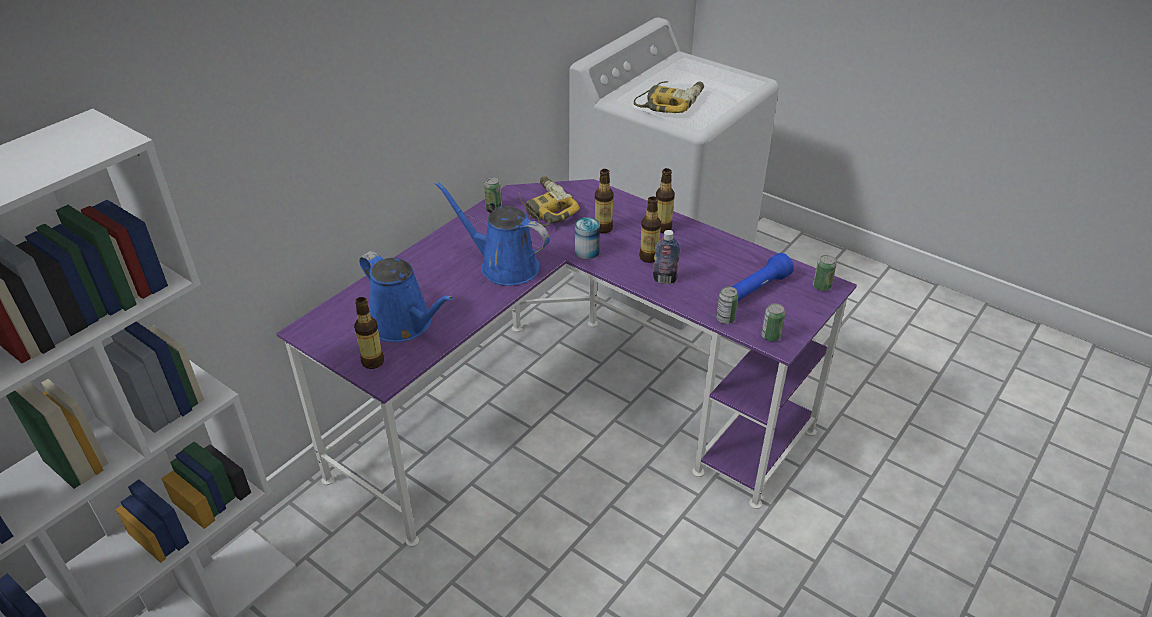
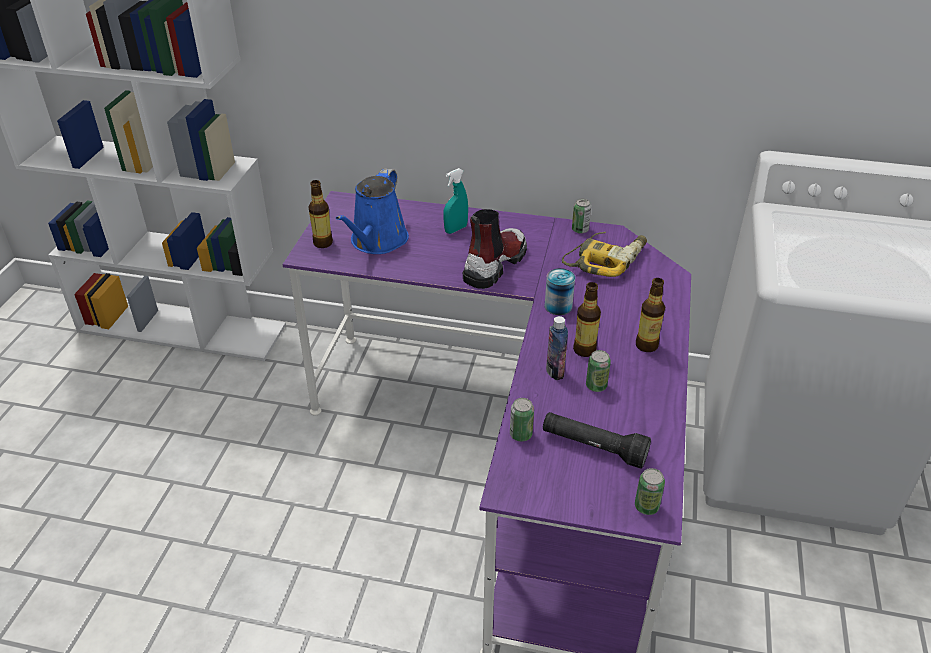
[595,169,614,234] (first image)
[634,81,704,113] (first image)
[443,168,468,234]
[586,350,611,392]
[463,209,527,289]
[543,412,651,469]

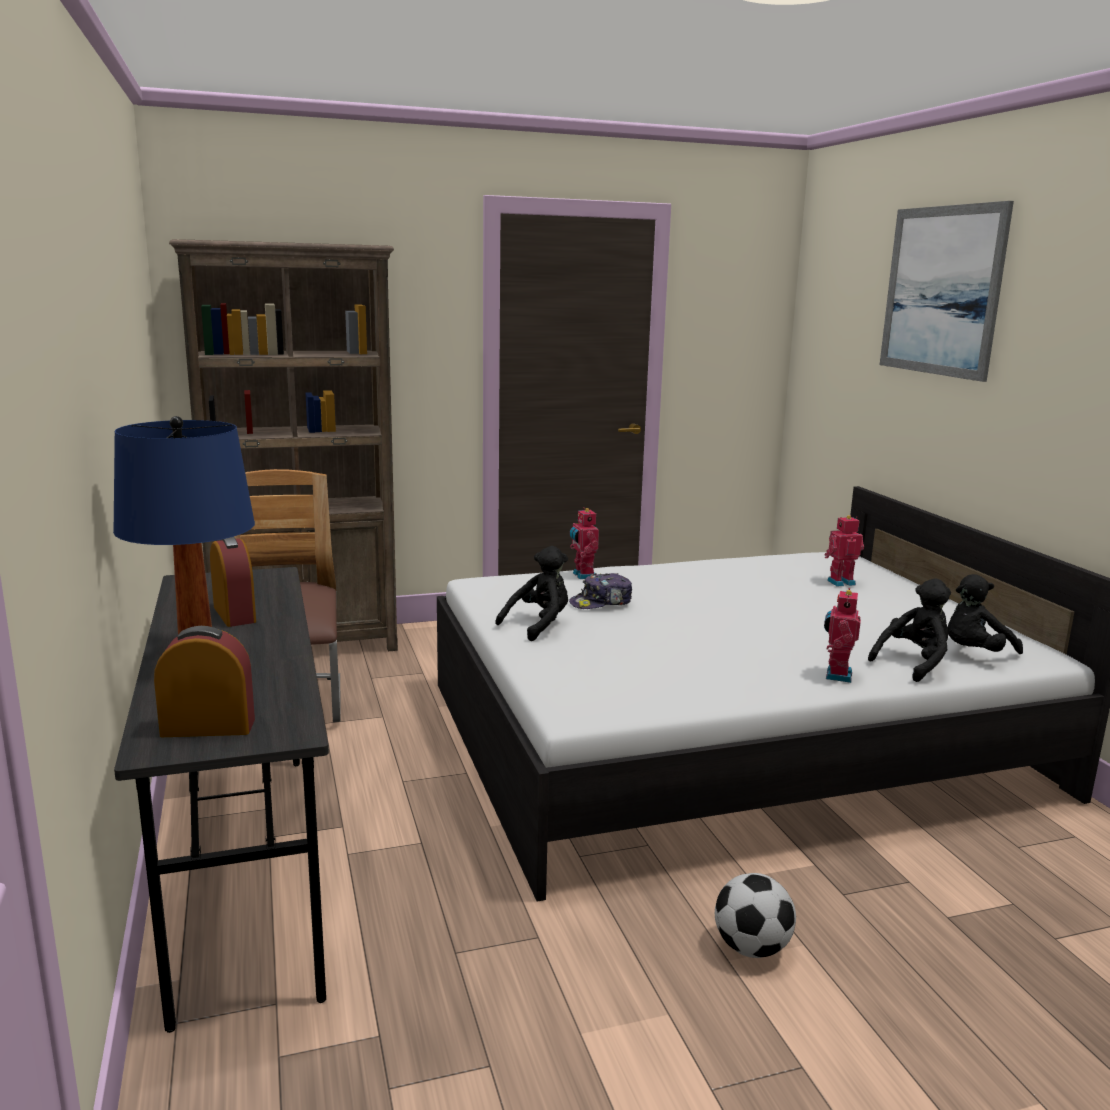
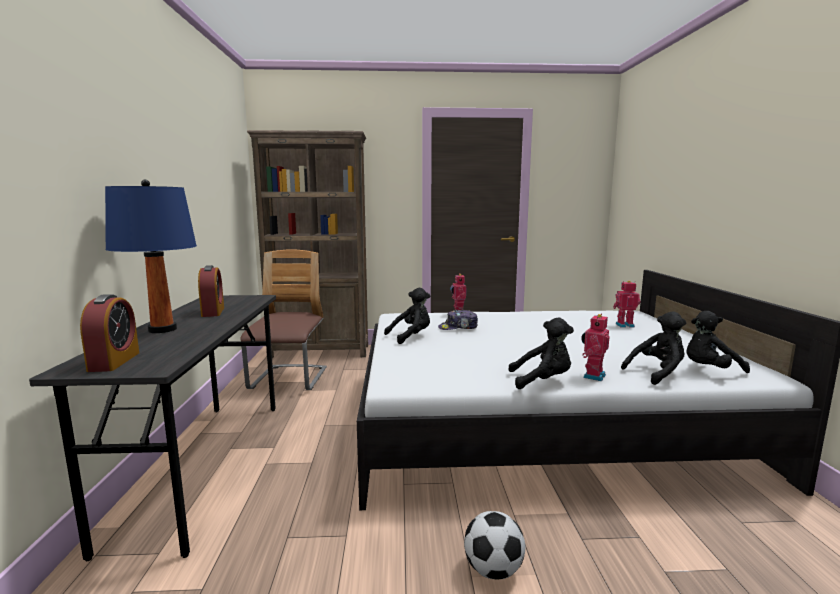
[880,201,1014,382] (first image)
[508,318,574,389]
[80,294,139,372]

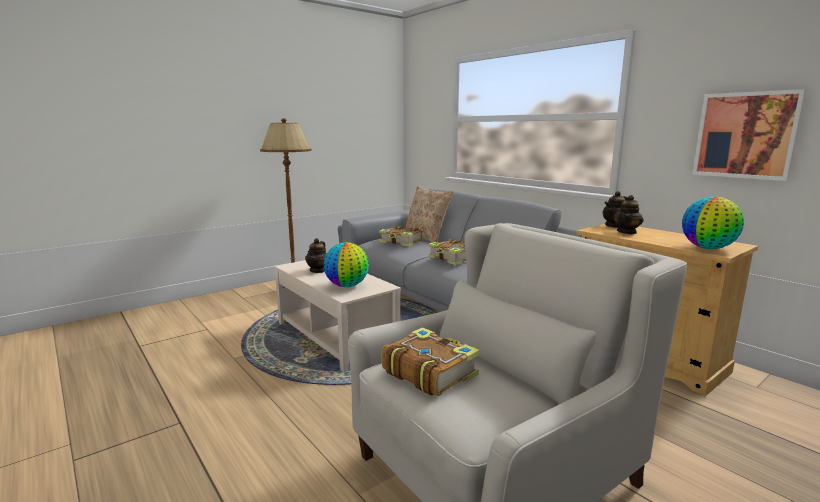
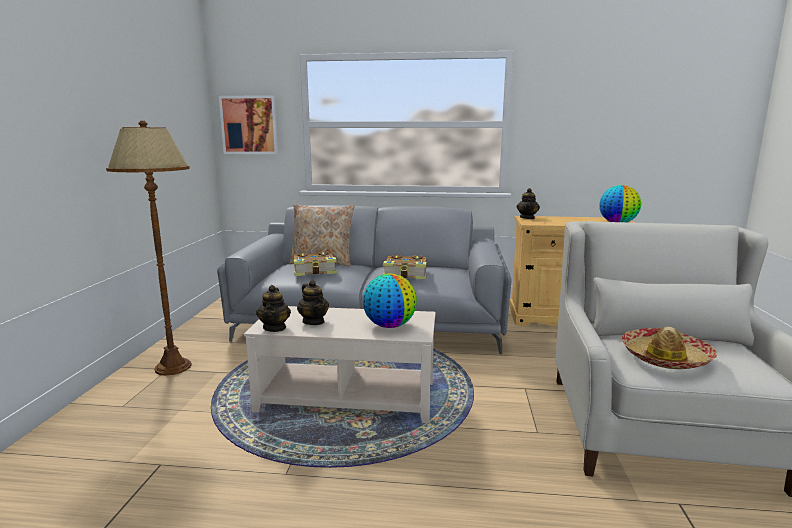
[256,285,291,332]
[219,95,278,154]
[622,327,717,369]

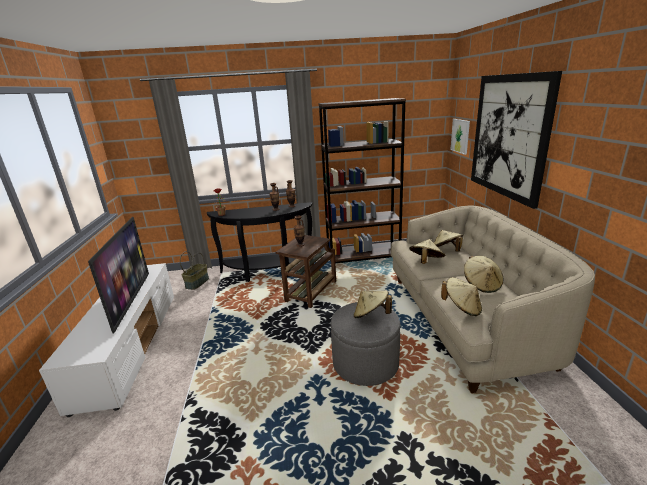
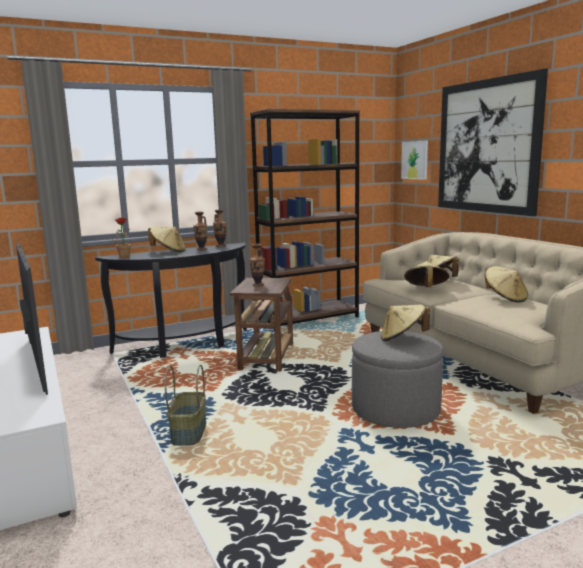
[165,364,206,446]
[148,226,186,252]

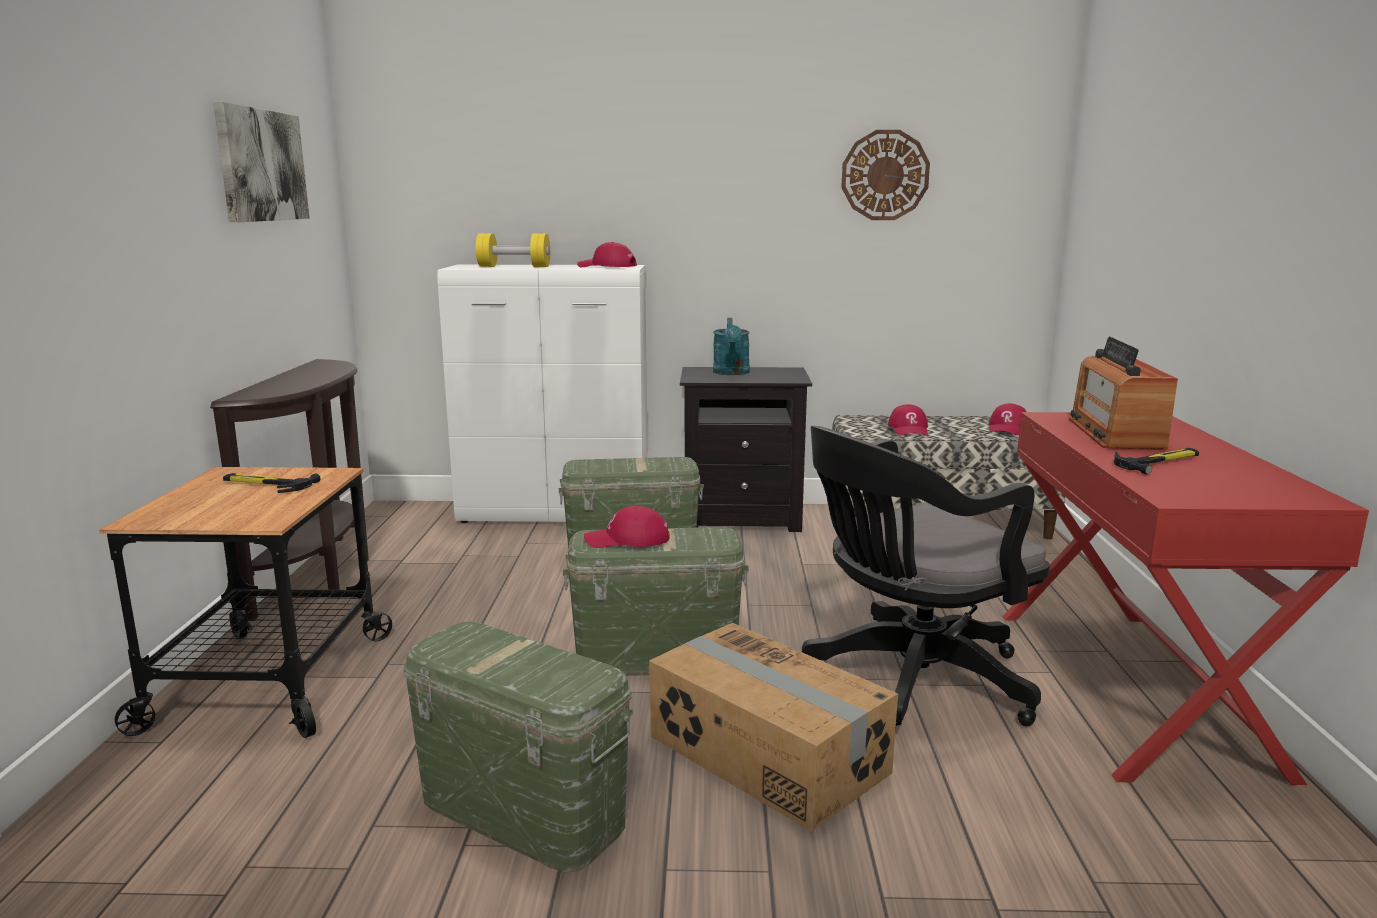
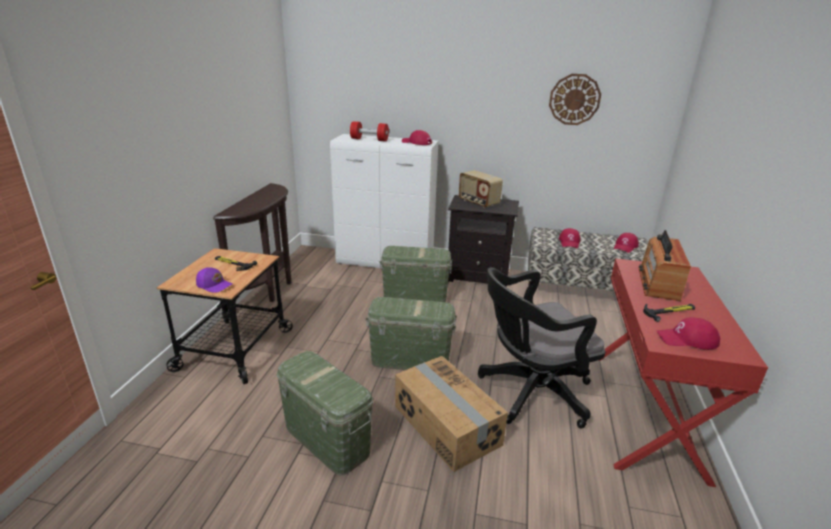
[213,102,310,222] (first image)
[196,267,232,293]
[657,317,720,350]
[459,170,503,208]
[350,121,389,141]

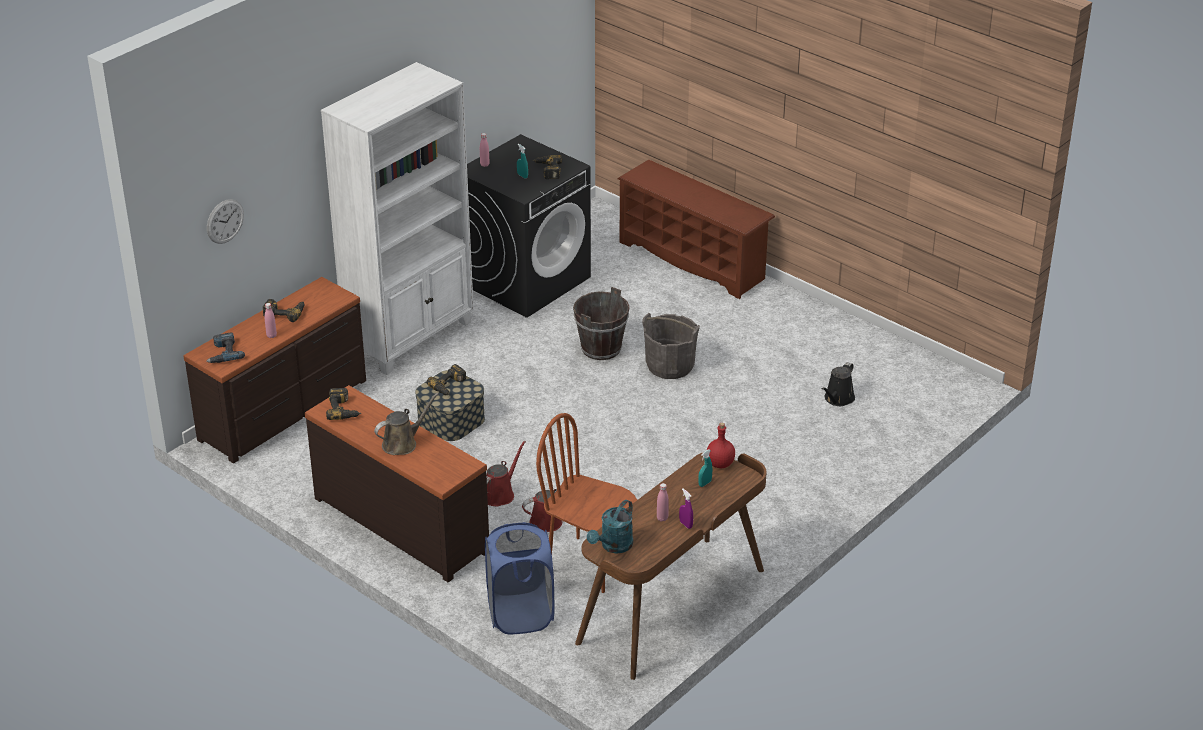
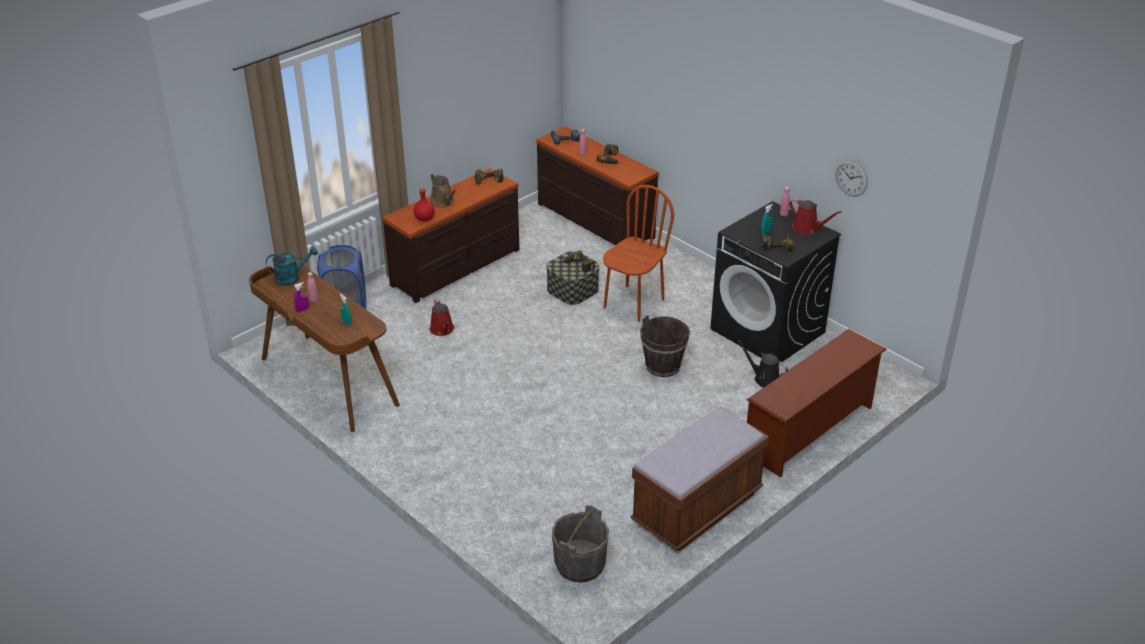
[321,62,474,375] (first image)
[630,407,769,551]
[835,160,868,197]
[789,198,842,235]
[603,185,674,322]
[552,505,609,583]
[414,187,435,221]
[738,340,788,388]
[266,246,318,286]

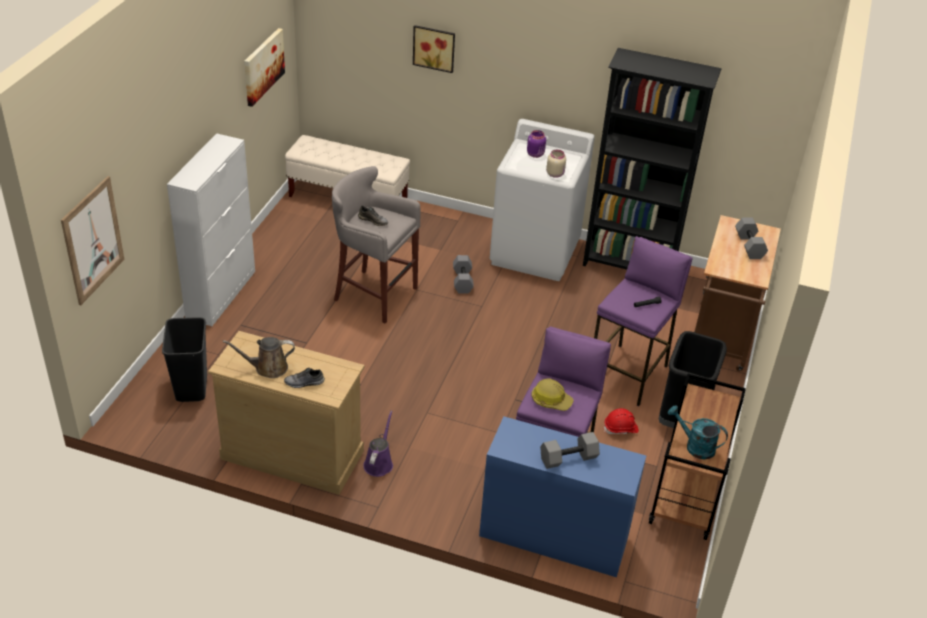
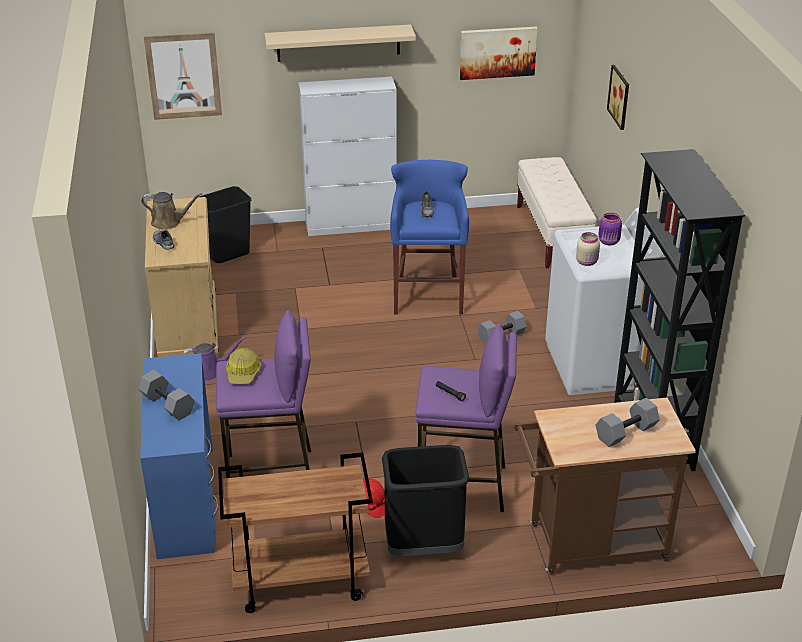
[668,405,728,459] (first image)
[264,24,416,62]
[390,160,469,315]
[141,192,202,230]

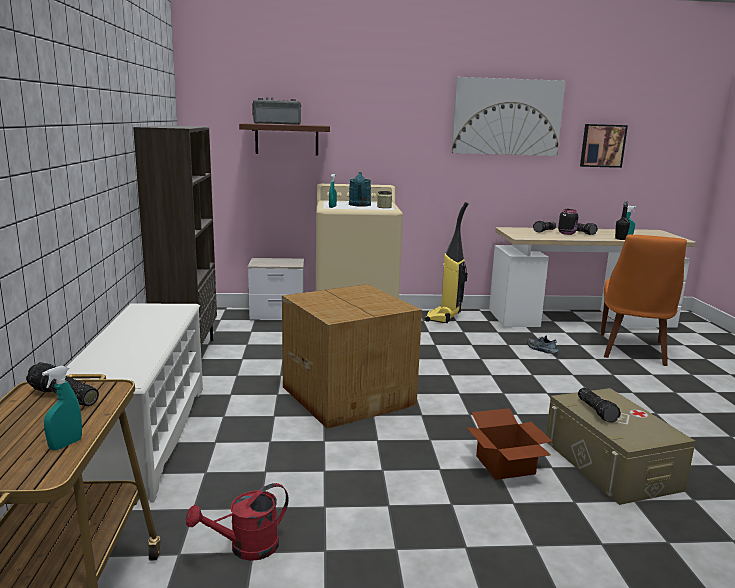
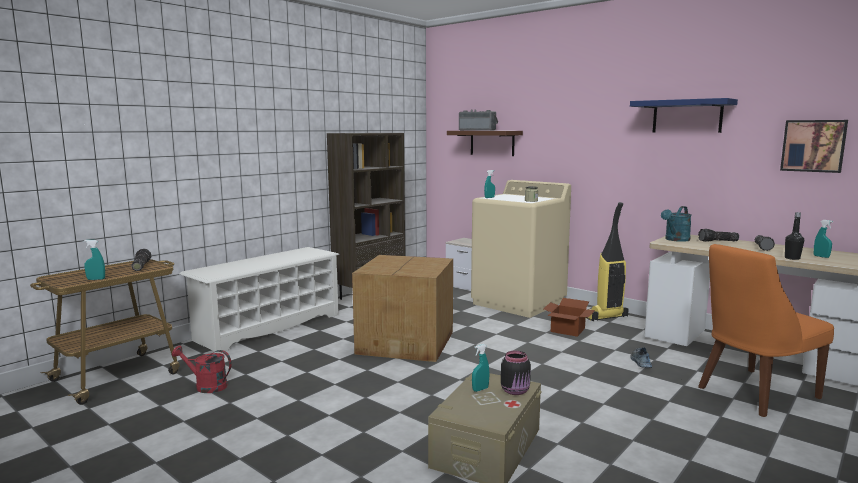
[661,206,692,242]
[543,298,595,337]
[501,351,531,395]
[630,98,738,133]
[472,344,489,392]

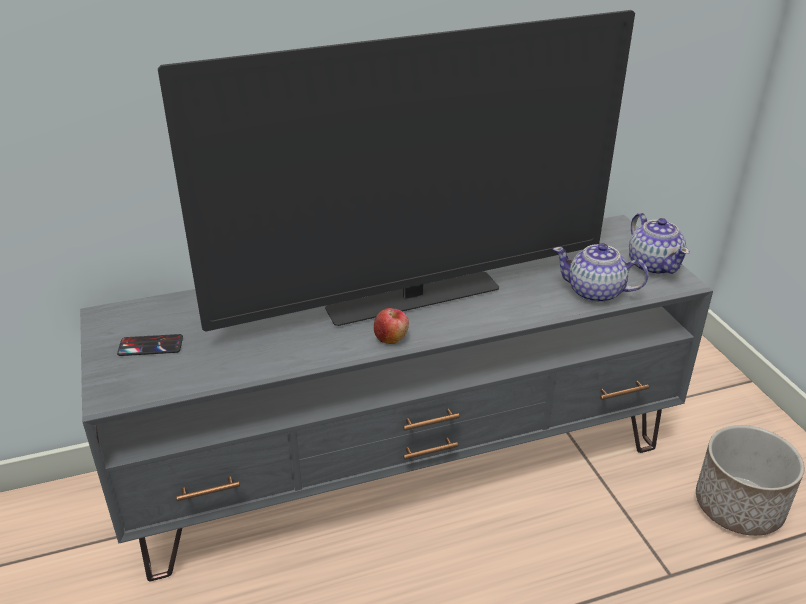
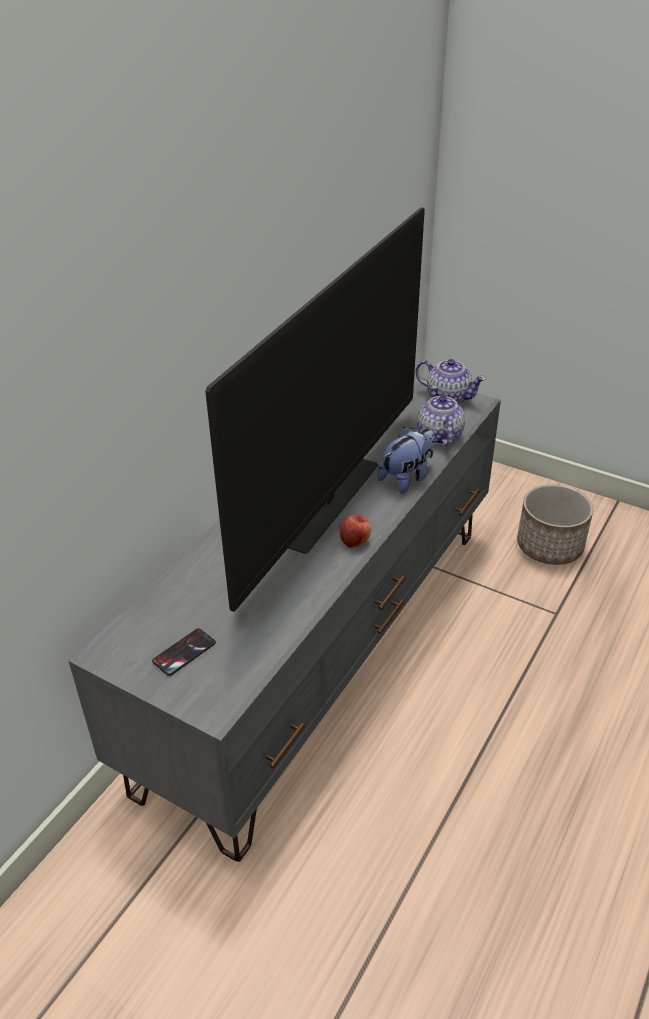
[377,427,435,494]
[417,386,465,446]

